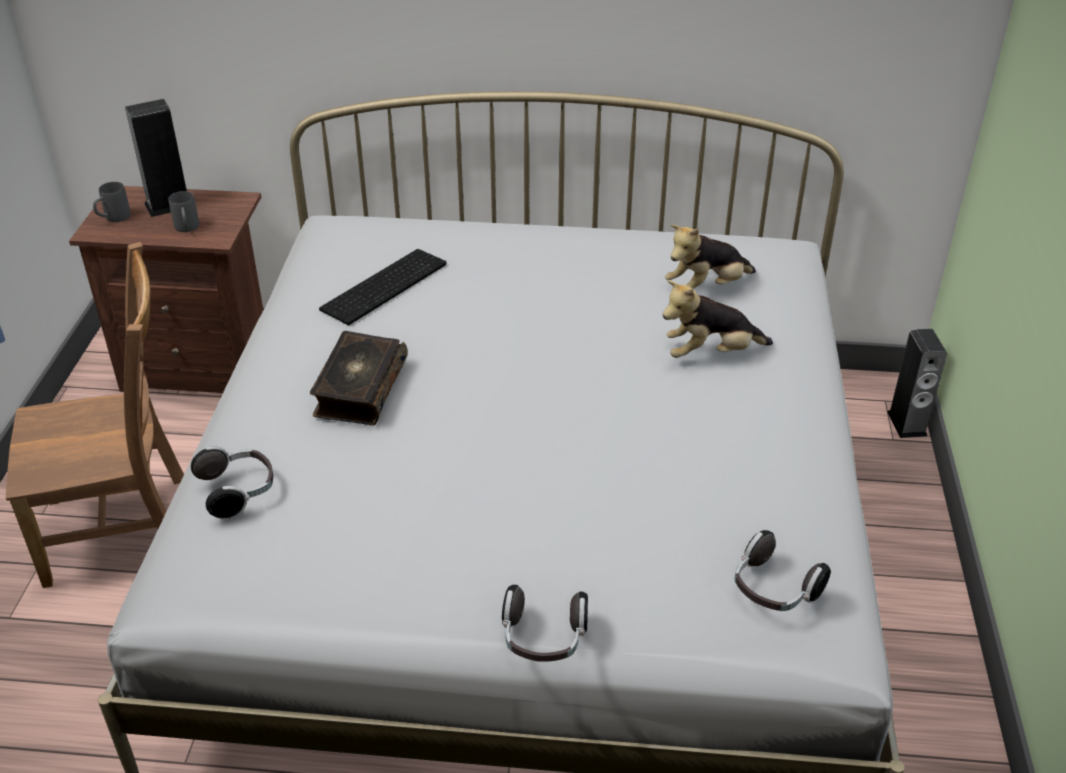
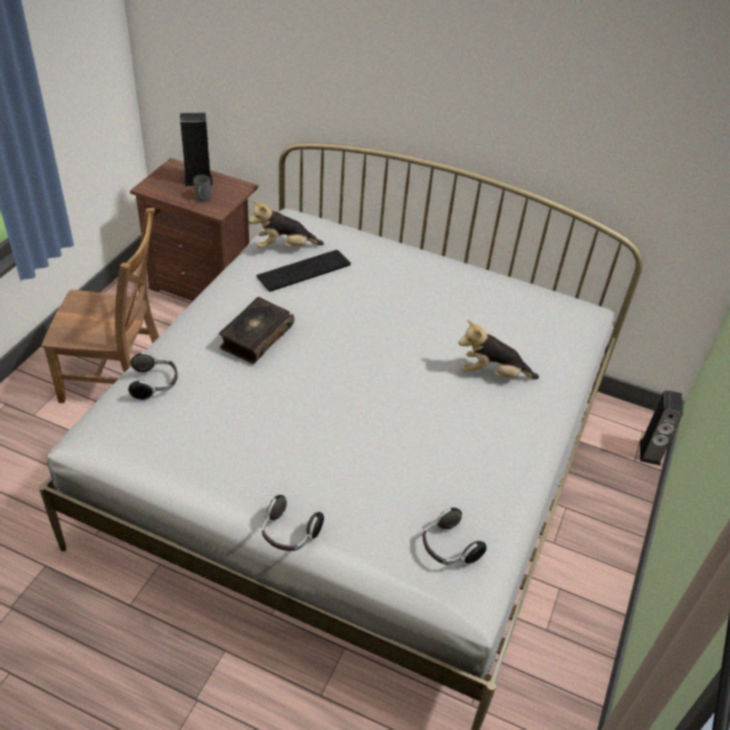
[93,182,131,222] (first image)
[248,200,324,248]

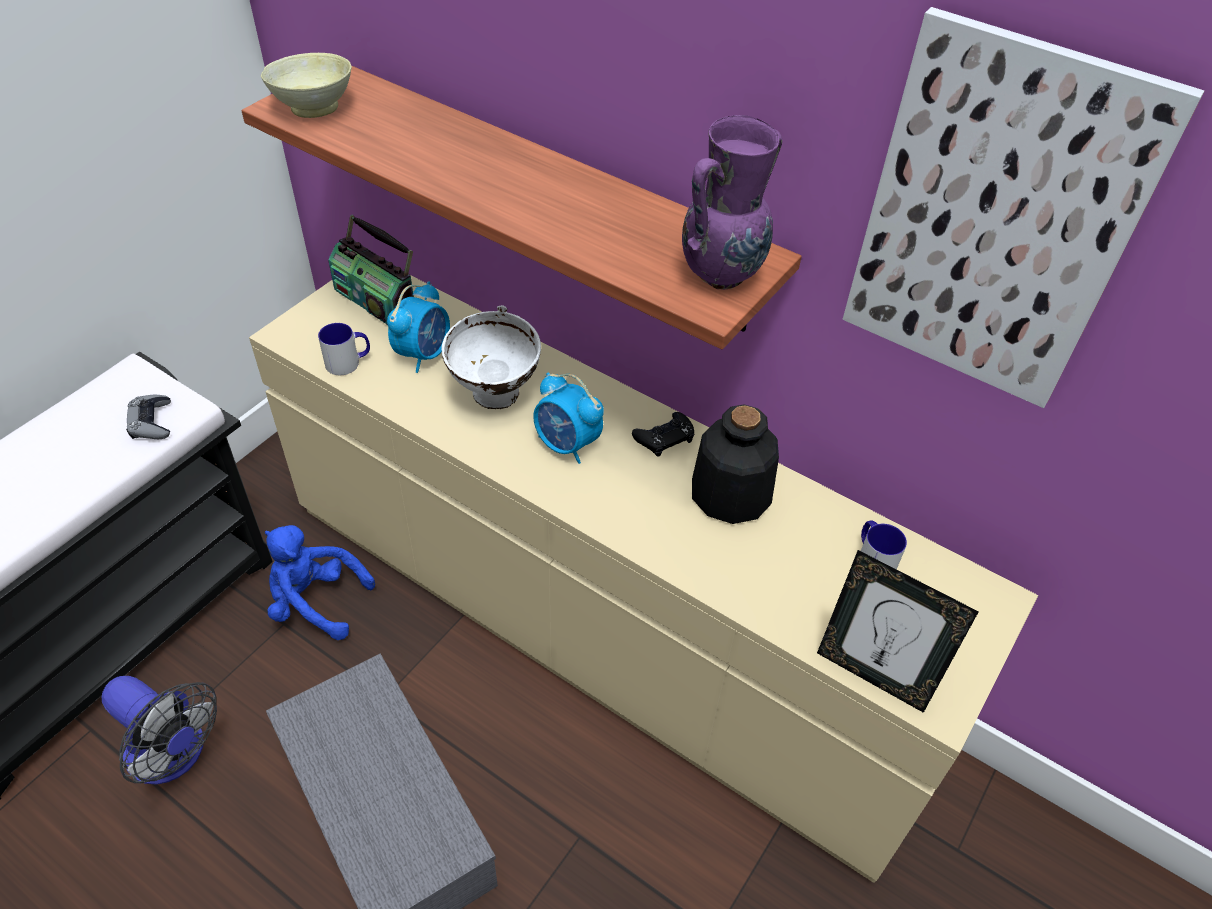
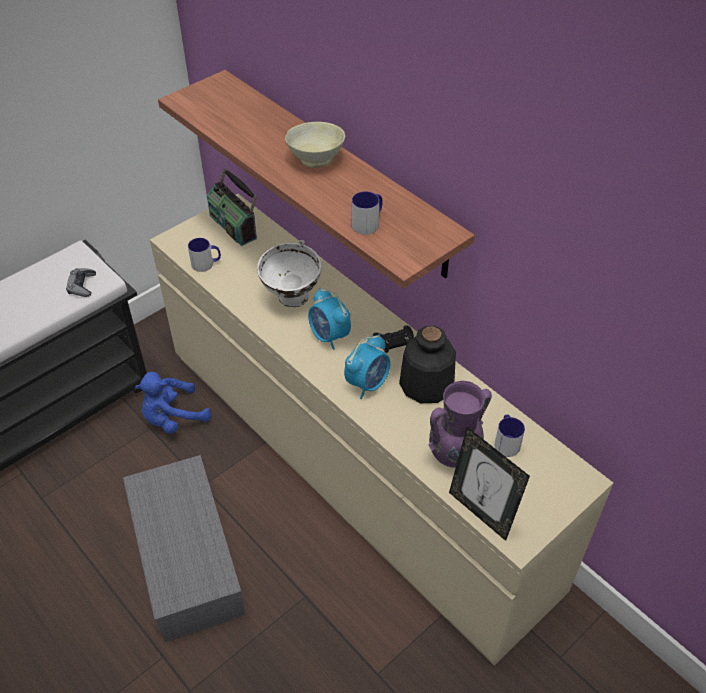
[102,676,217,785] (first image)
[843,7,1204,408] (first image)
[352,191,383,235]
[285,122,345,168]
[344,334,390,399]
[428,380,492,468]
[135,372,211,434]

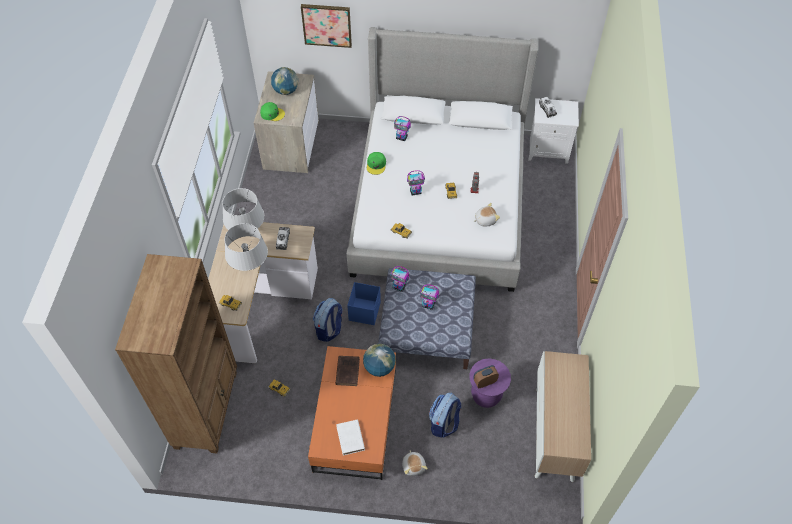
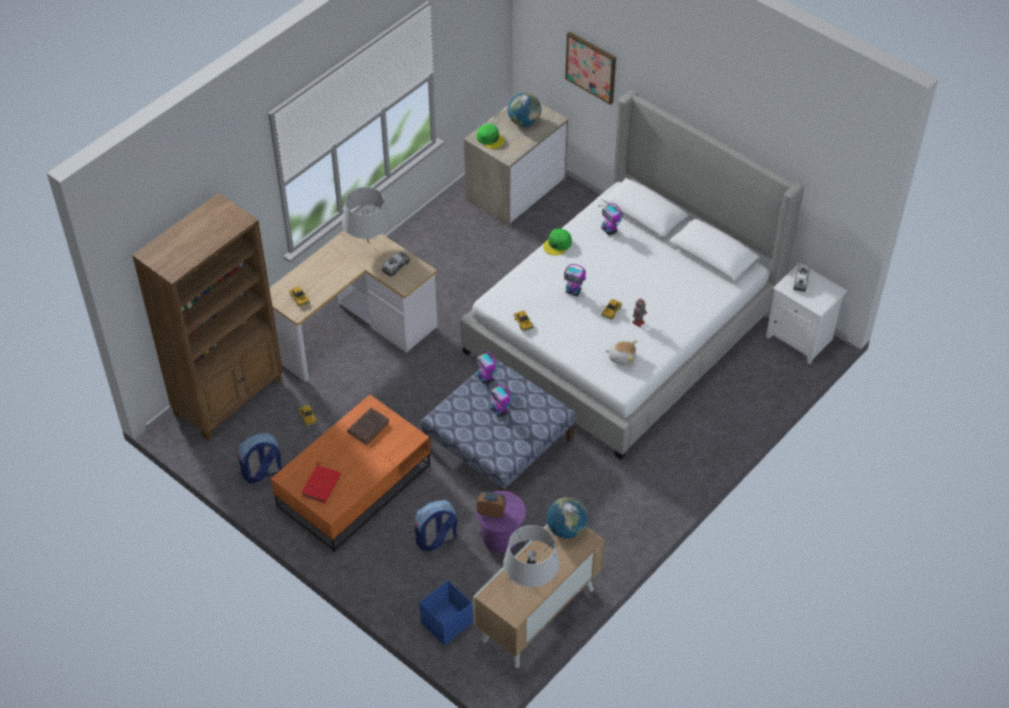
[402,450,428,476] (first image)
[503,525,559,587]
[238,433,282,483]
[419,580,473,646]
[547,497,588,539]
[301,465,340,503]

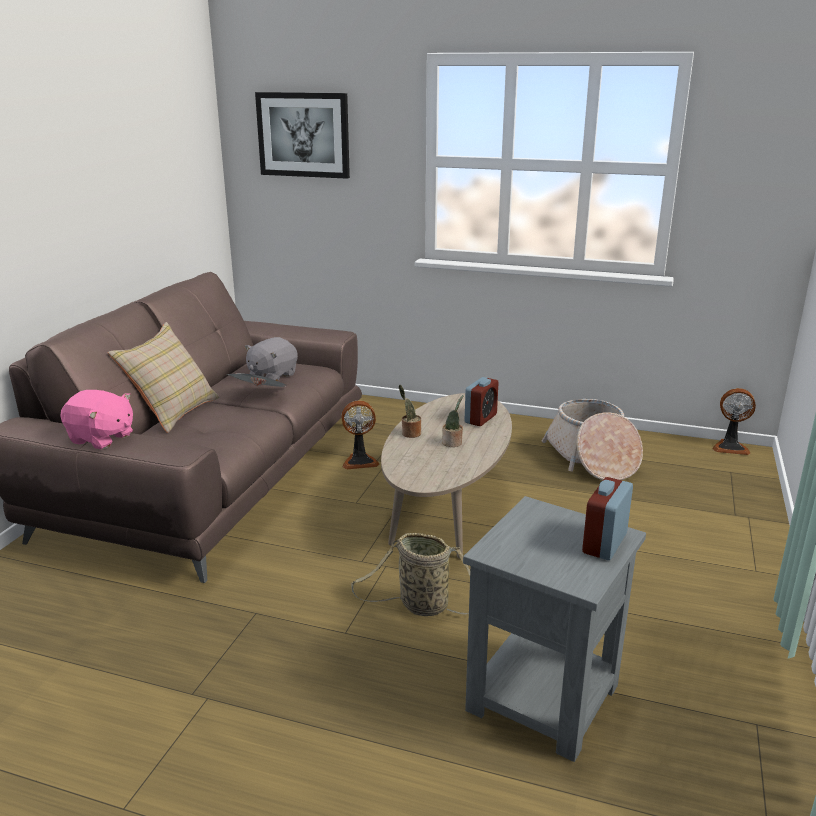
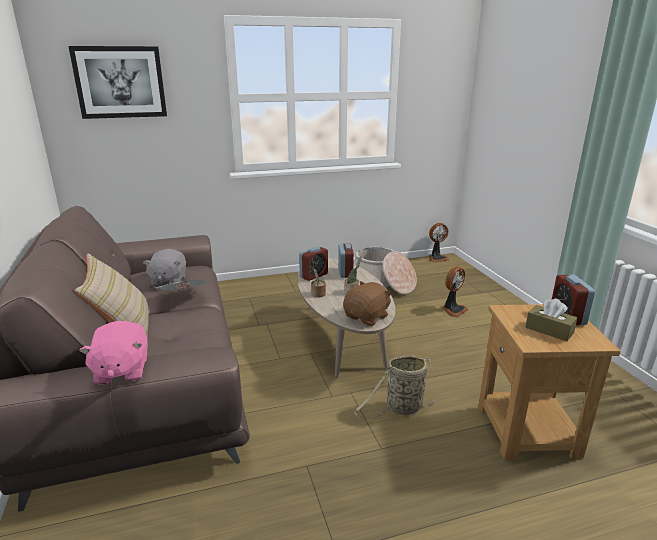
[299,246,328,281]
[343,281,393,326]
[525,298,577,341]
[441,266,469,317]
[478,304,621,460]
[79,321,147,385]

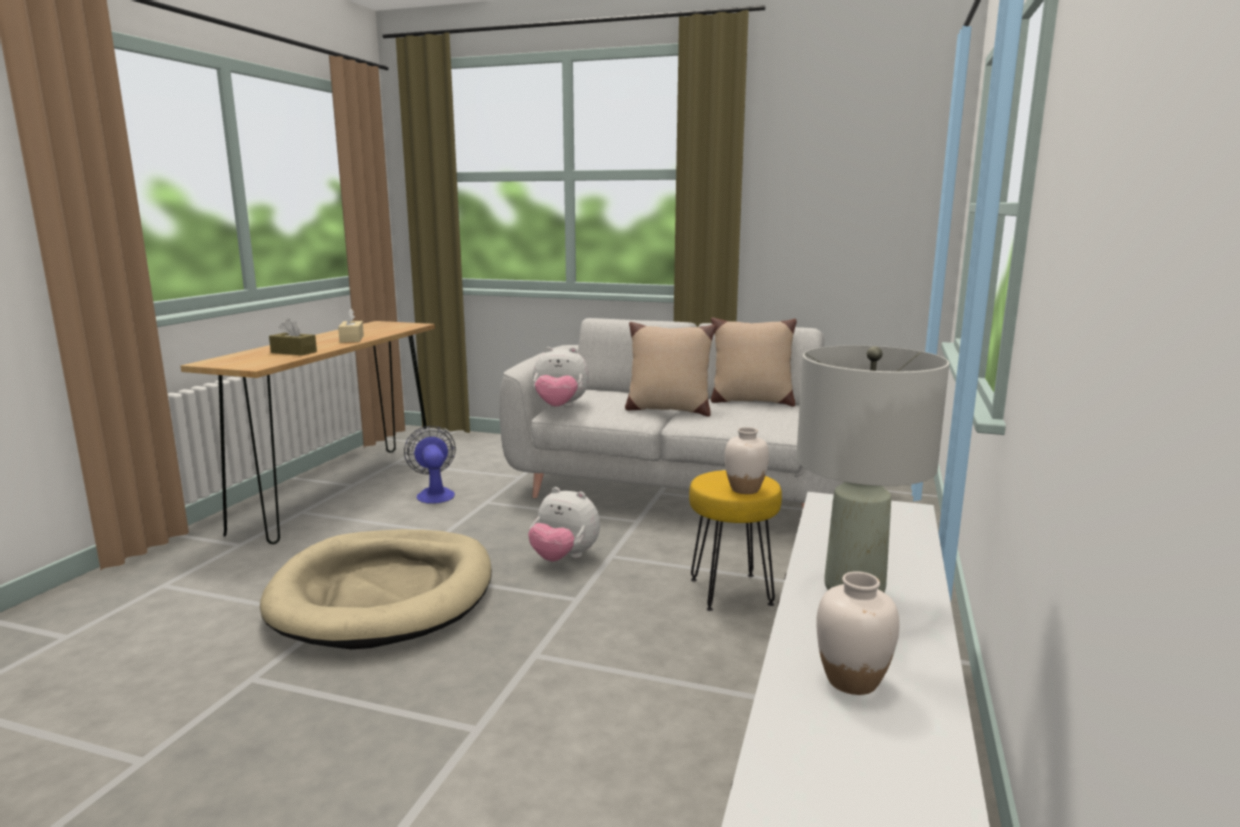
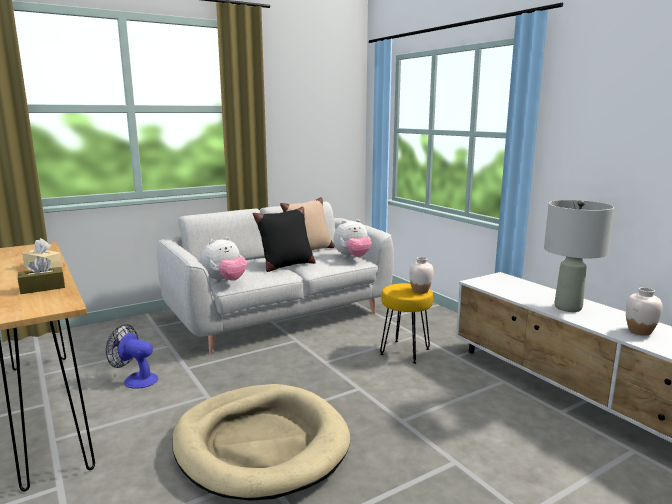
[334,219,372,258]
[253,207,316,272]

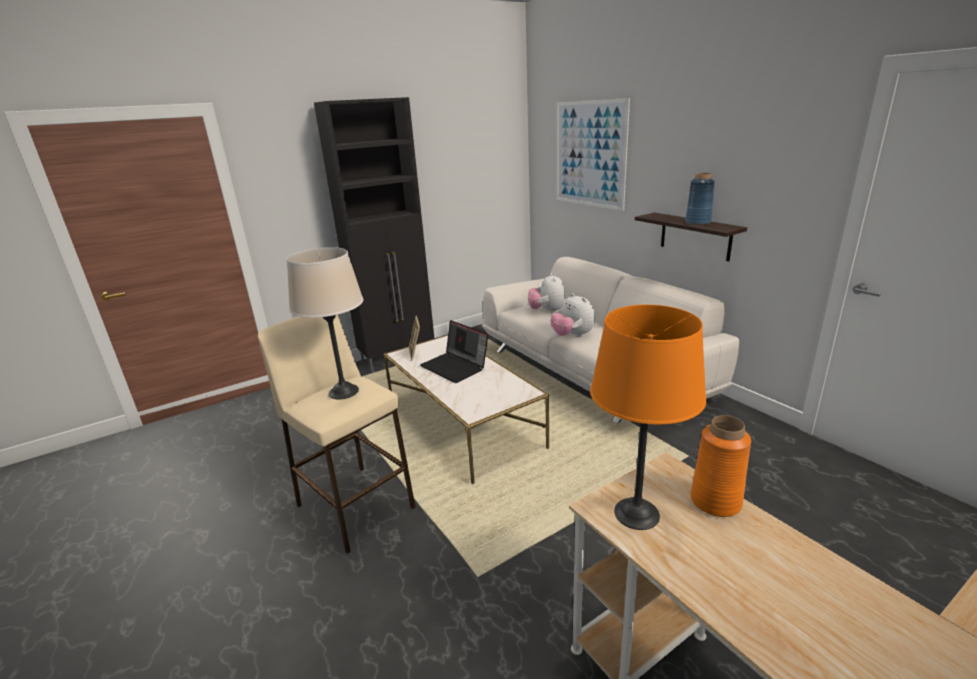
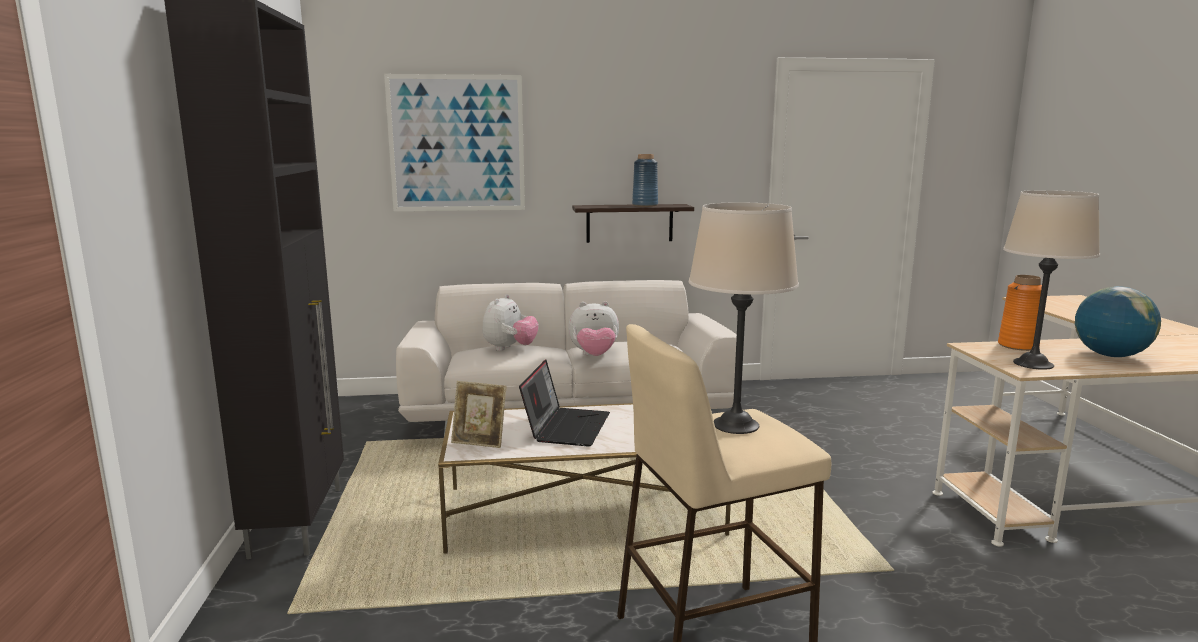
[1075,286,1161,357]
[1003,190,1100,370]
[519,359,610,446]
[482,294,539,351]

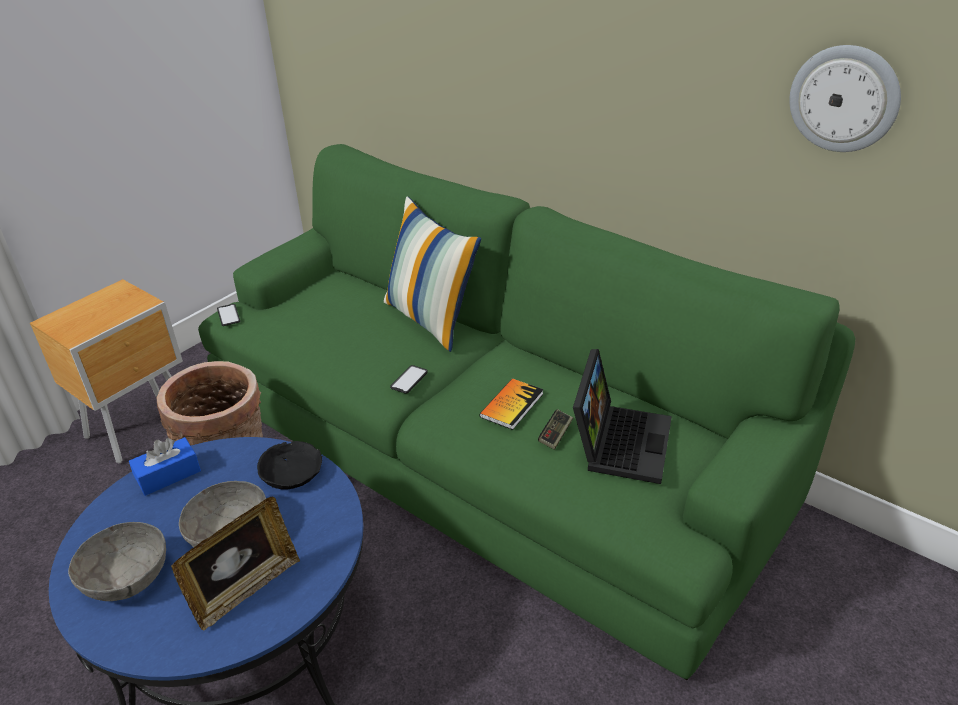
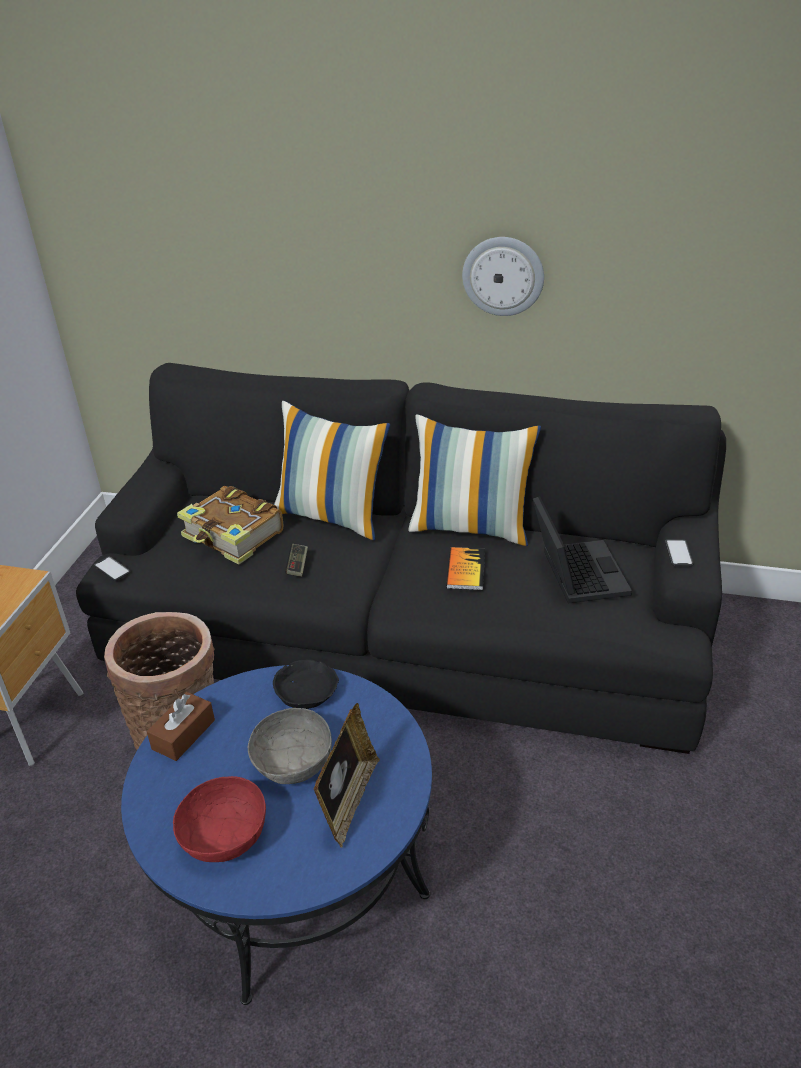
[177,486,283,565]
[409,414,541,546]
[665,539,694,566]
[285,544,308,577]
[462,237,544,316]
[173,776,266,862]
[147,692,215,761]
[76,363,726,754]

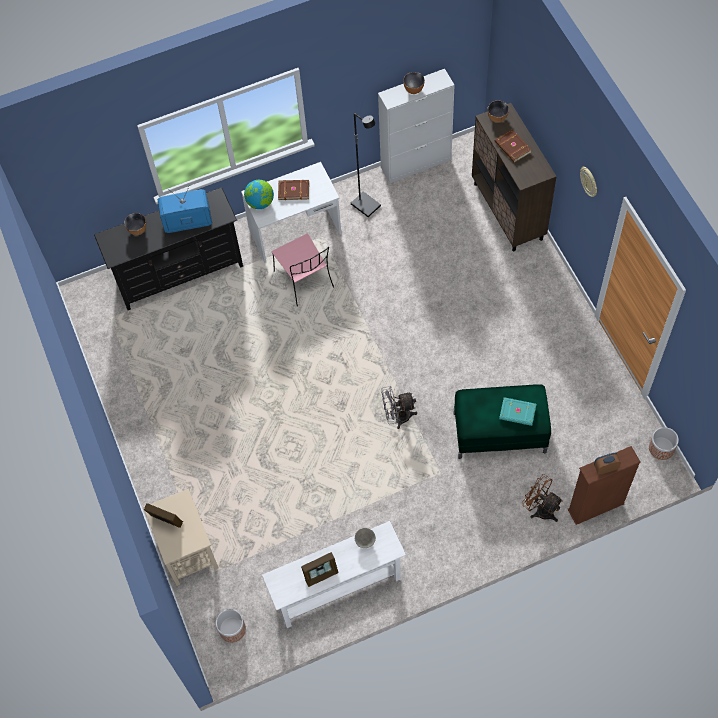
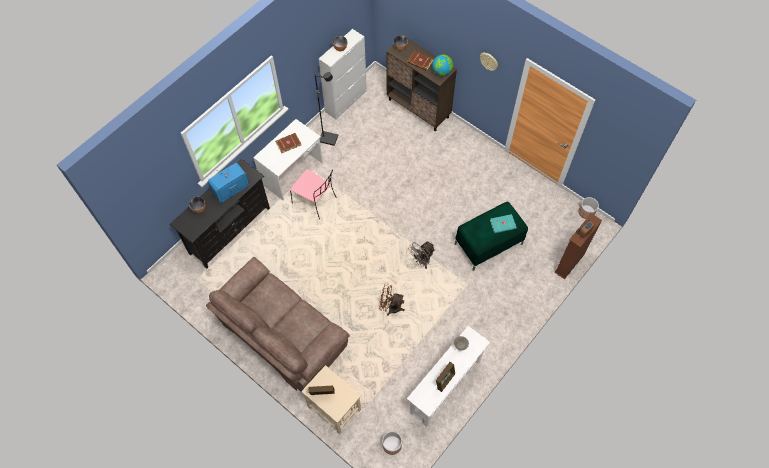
[206,257,350,391]
[432,54,453,76]
[379,284,405,316]

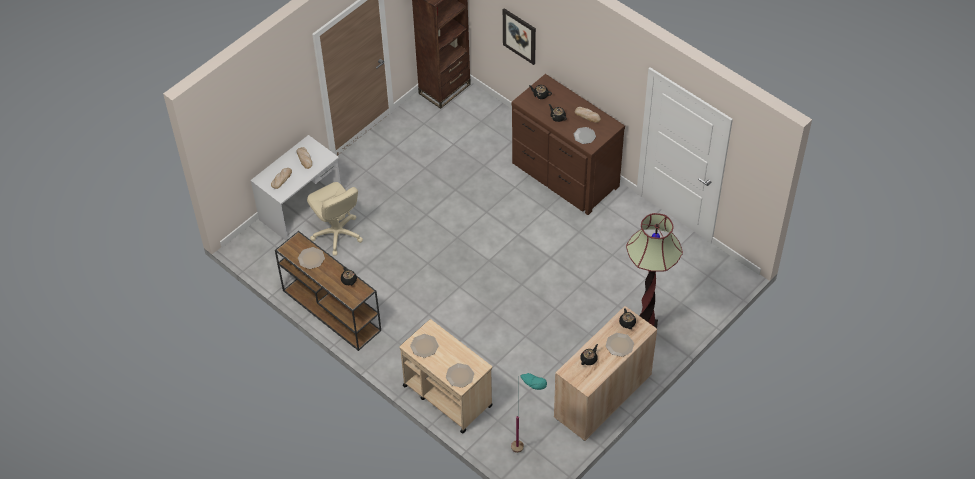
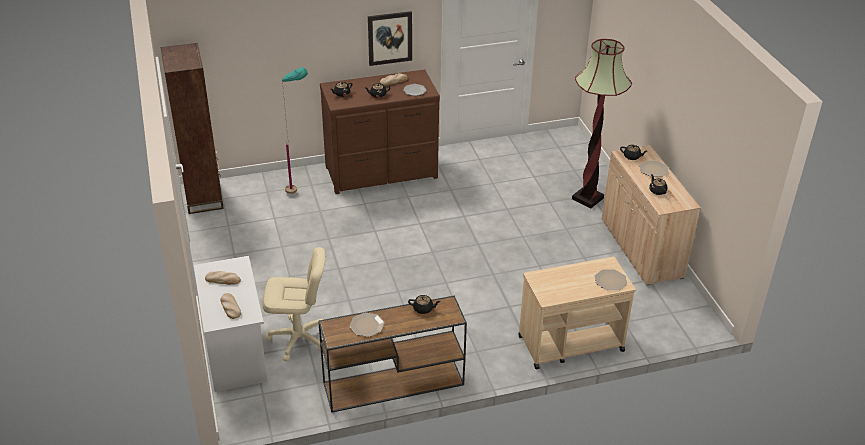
[410,334,439,358] (first image)
[368,11,412,66]
[282,67,308,194]

